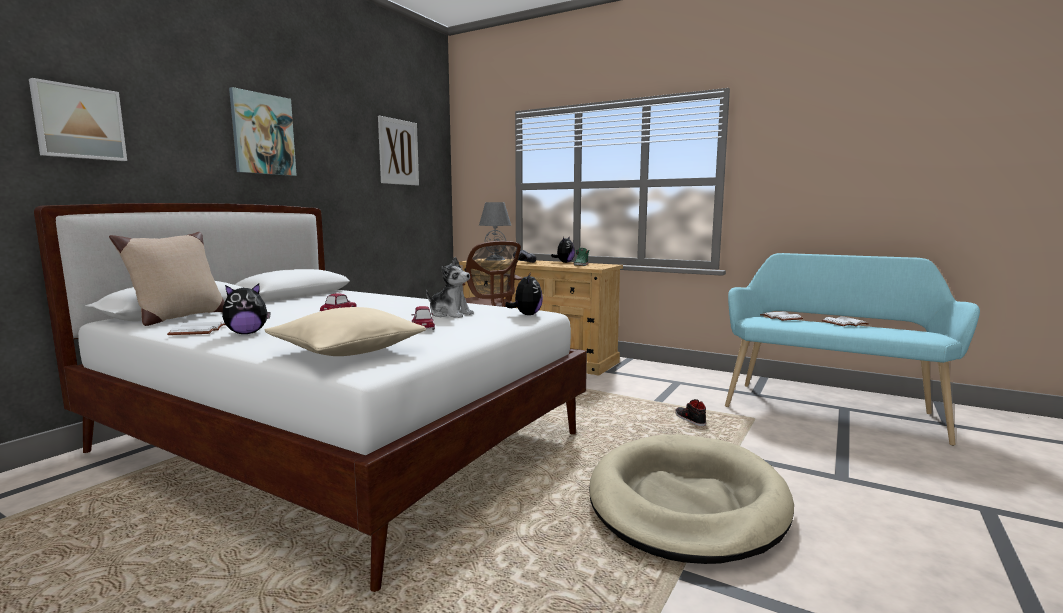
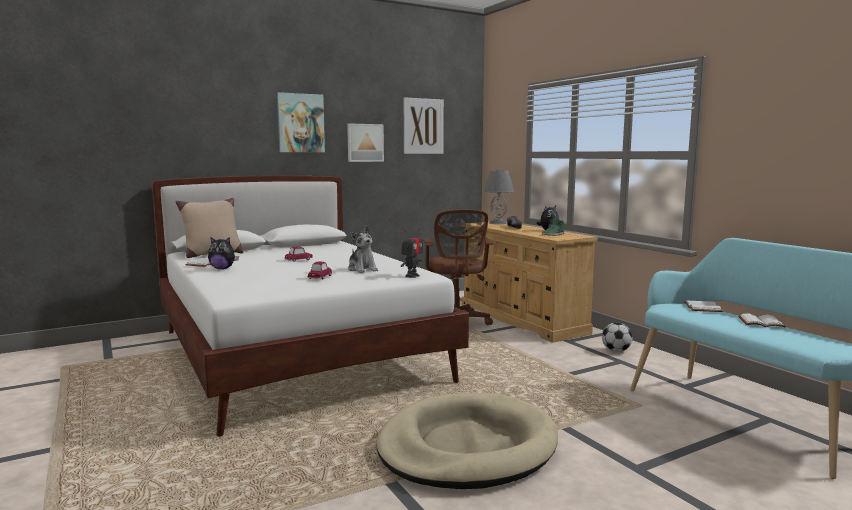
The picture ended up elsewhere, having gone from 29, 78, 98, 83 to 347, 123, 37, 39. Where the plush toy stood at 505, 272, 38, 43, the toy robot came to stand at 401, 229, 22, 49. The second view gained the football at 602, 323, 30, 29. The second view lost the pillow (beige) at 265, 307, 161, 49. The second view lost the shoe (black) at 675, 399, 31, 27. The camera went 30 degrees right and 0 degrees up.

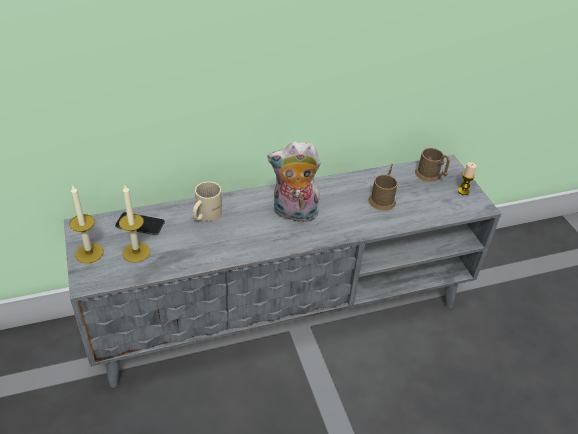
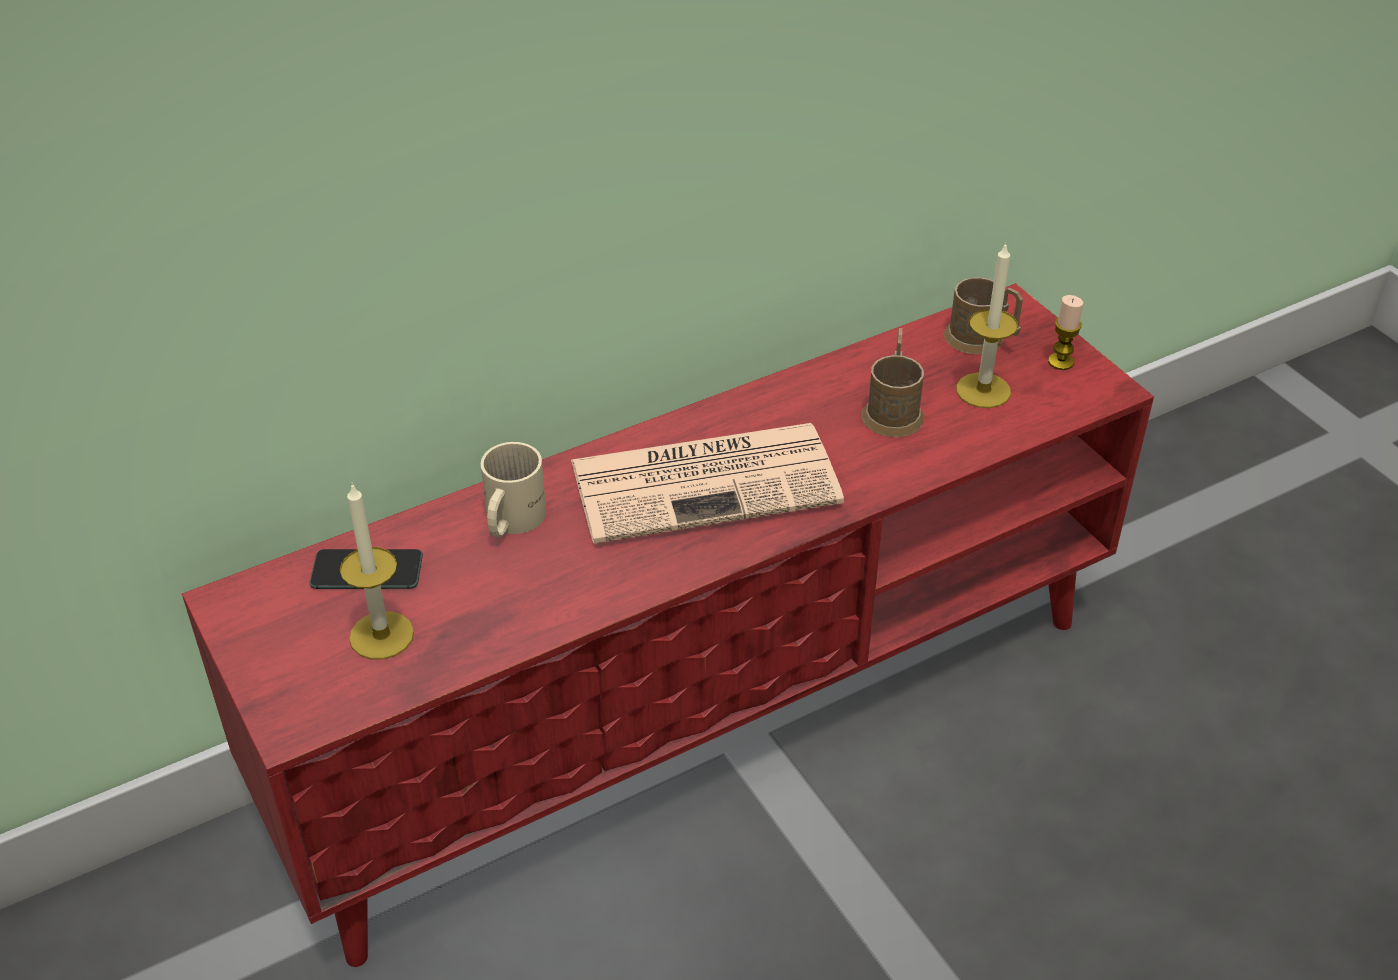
What was the tv stand (grey) at 64, 155, 437, 233 turned into the tv stand (red) at 182, 283, 972, 684. Where the plush toy stood at 267, 141, 54, 84, the newspaper came to stand at 571, 423, 273, 121. The candle ended up elsewhere, having gone from 69, 186, 35, 77 to 956, 242, 62, 166. The camera went 10 degrees left and 0 degrees up.

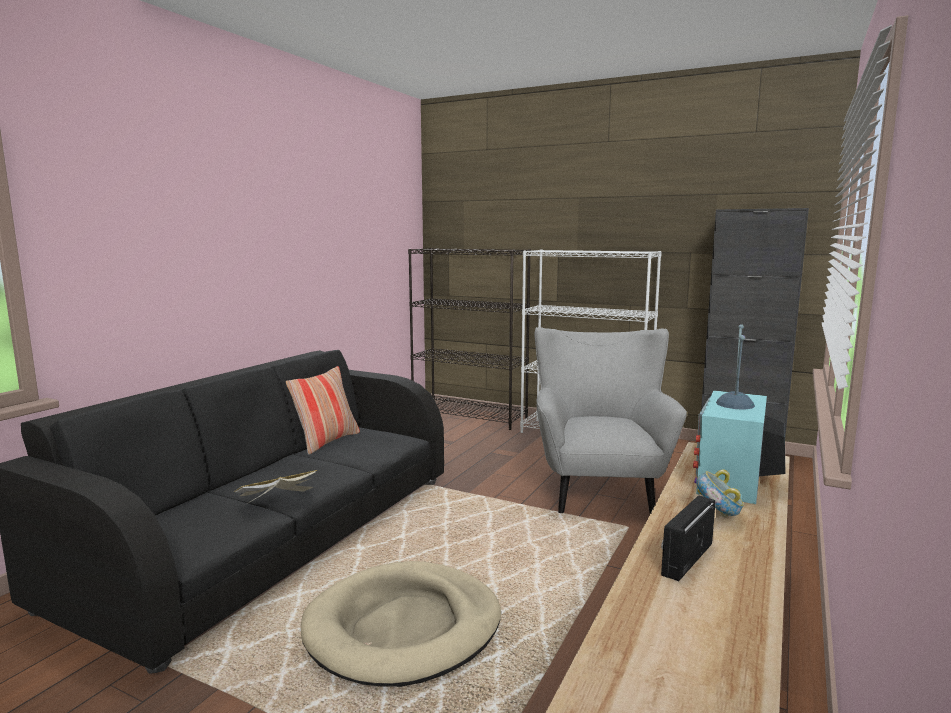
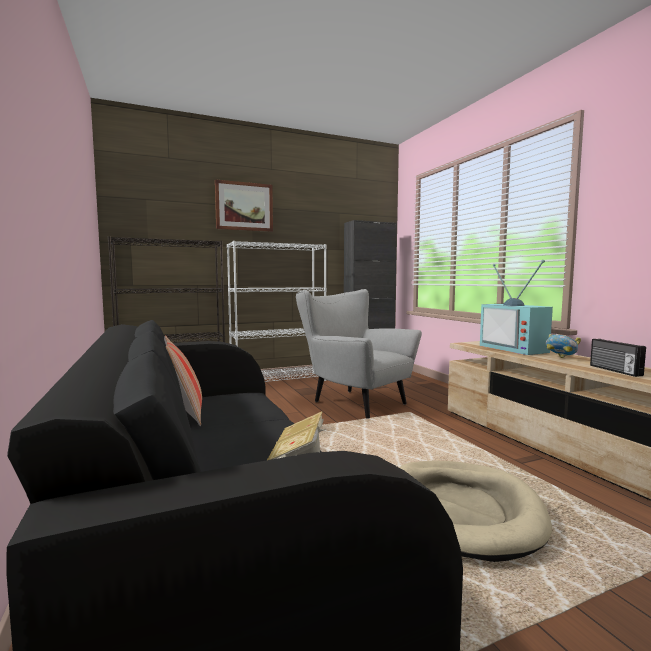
The second view gained the picture at 215, 179, 58, 53. The camera went 50 degrees left and 5 degrees down.

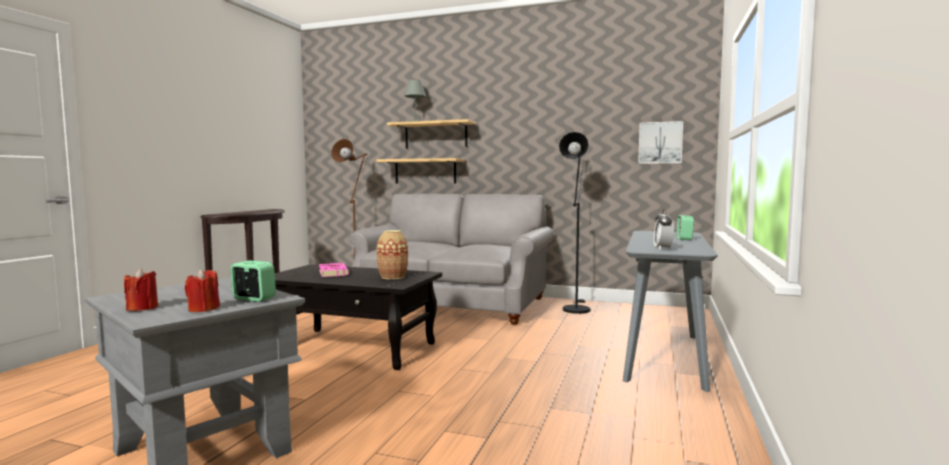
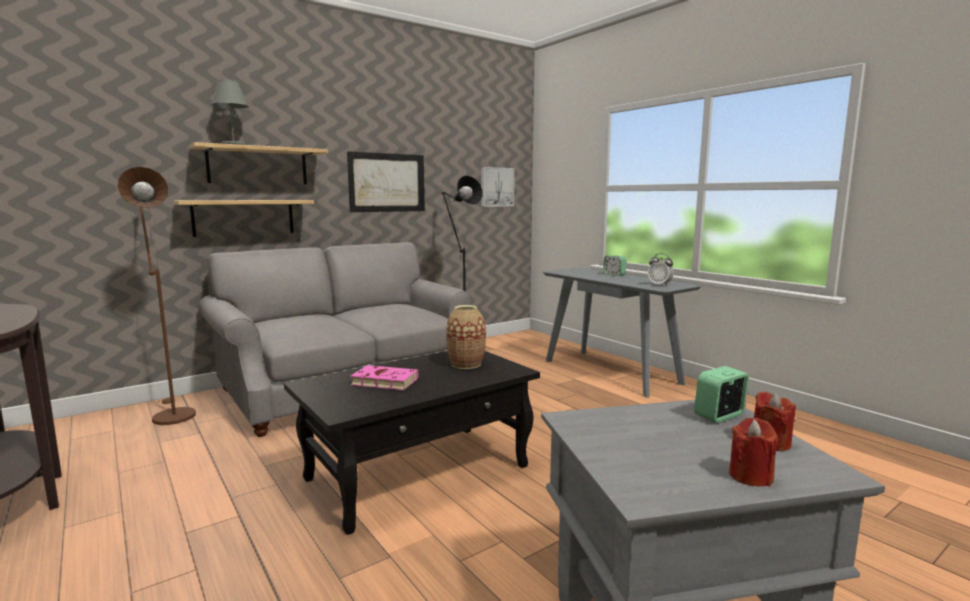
The second view gained the picture at 347, 151, 78, 61. The camera went 55 degrees left and 5 degrees up.

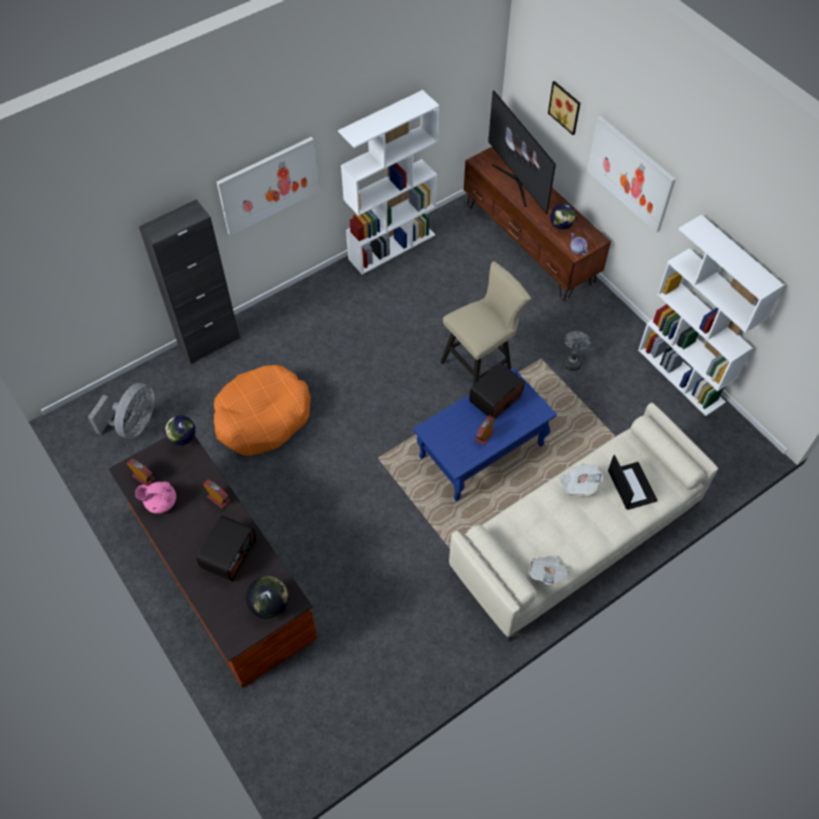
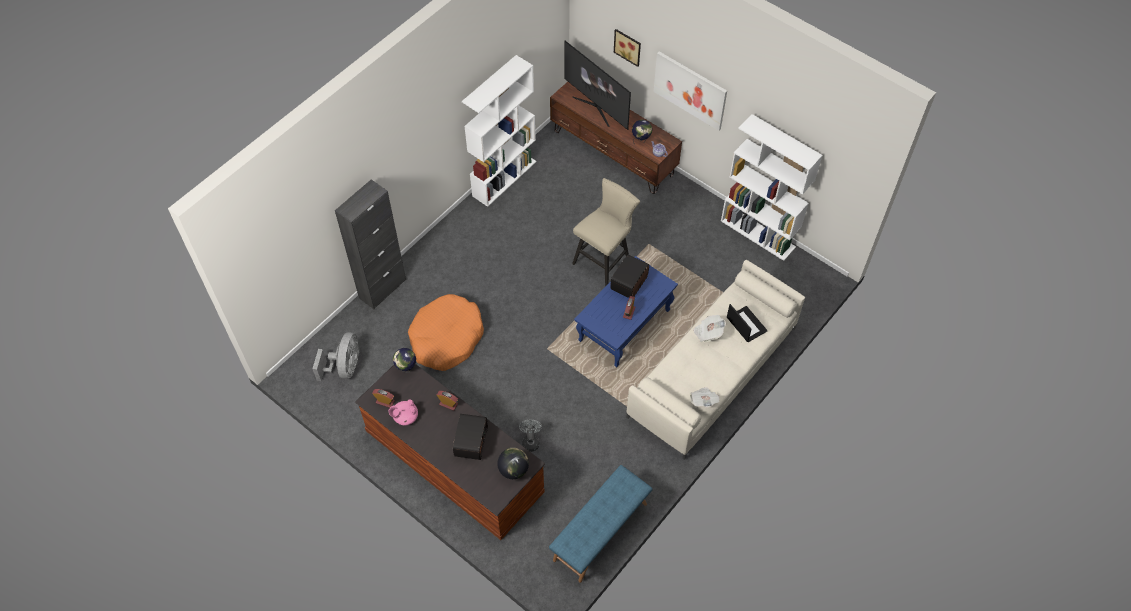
The fan (grey) ended up elsewhere, having gone from 563, 331, 27, 40 to 519, 420, 23, 32. The second view gained the bench (blue) at 549, 465, 104, 118. The second view lost the picture at 217, 137, 102, 99. The camera went 15 degrees left and 0 degrees up.

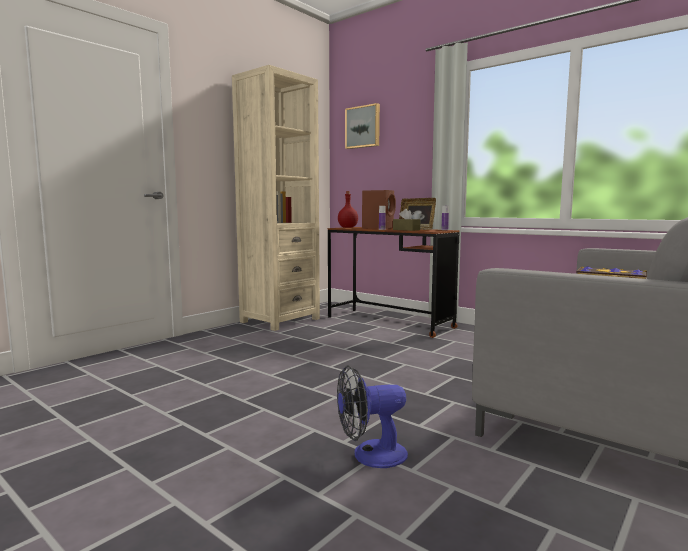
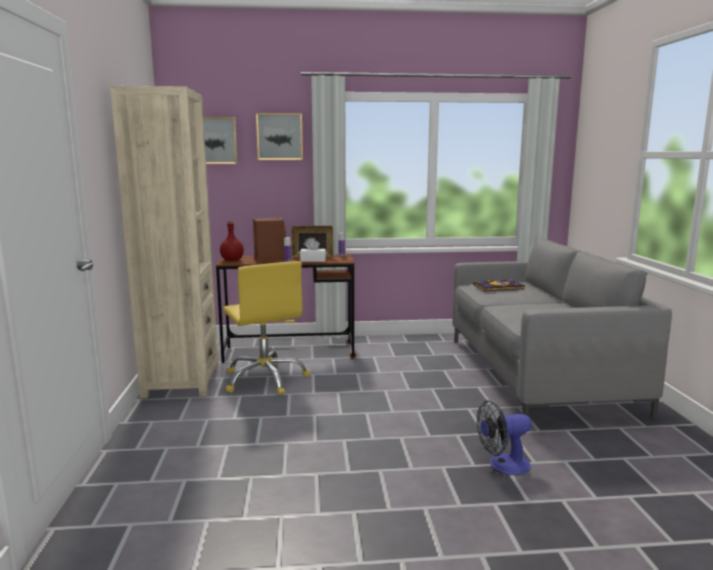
The second view gained the office chair (yellow) at 223, 261, 87, 134. The second view gained the picture at 256, 113, 47, 47. What was the tissue box (brown) at 393, 209, 27, 22 turned into the tissue box (white) at 300, 240, 26, 22. The fan at 337, 365, 71, 103 ended up facing another way, 45 degrees clockwise from before. The camera went 45 degrees left and 5 degrees up.

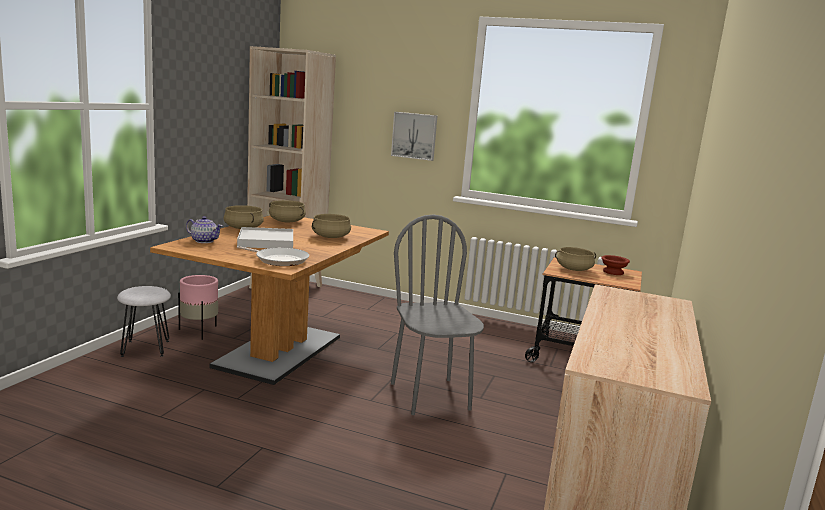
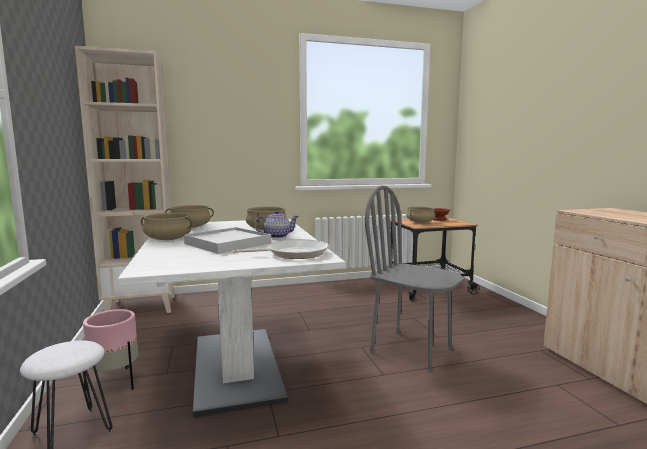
What was the dining table (brown) at 150, 215, 239, 170 turned into the dining table (white) at 118, 219, 228, 198. The teapot ended up elsewhere, having gone from 186, 216, 37, 27 to 254, 210, 45, 28. The second view lost the picture at 391, 112, 46, 49. The camera went 35 degrees left and 5 degrees down.

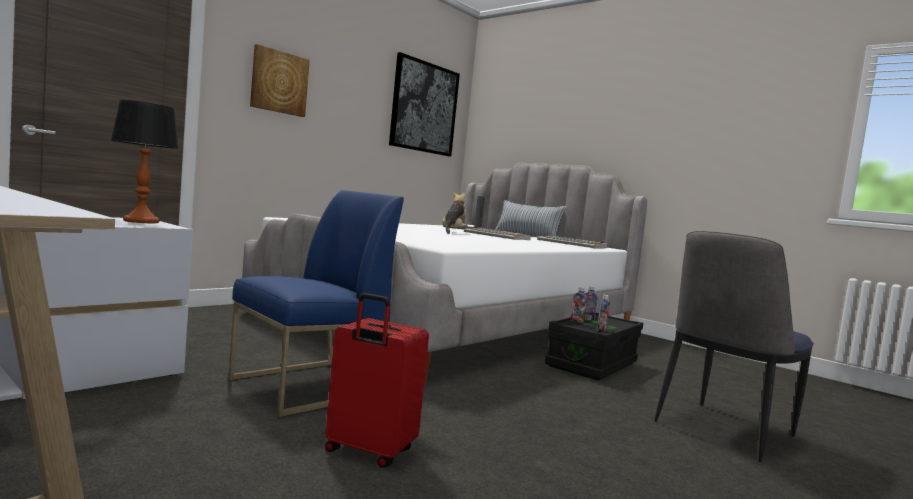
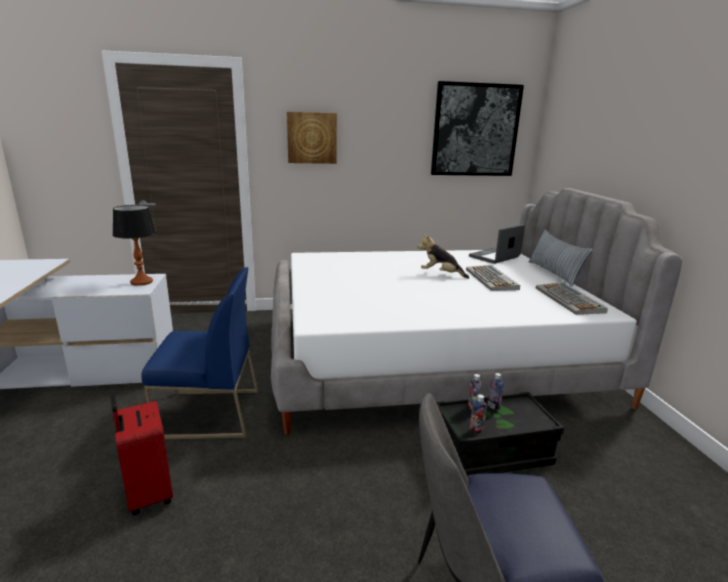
The plush toy at 442, 192, 26, 42 ended up facing another way, 120 degrees counterclockwise from before. The camera went 40 degrees right and 15 degrees up.

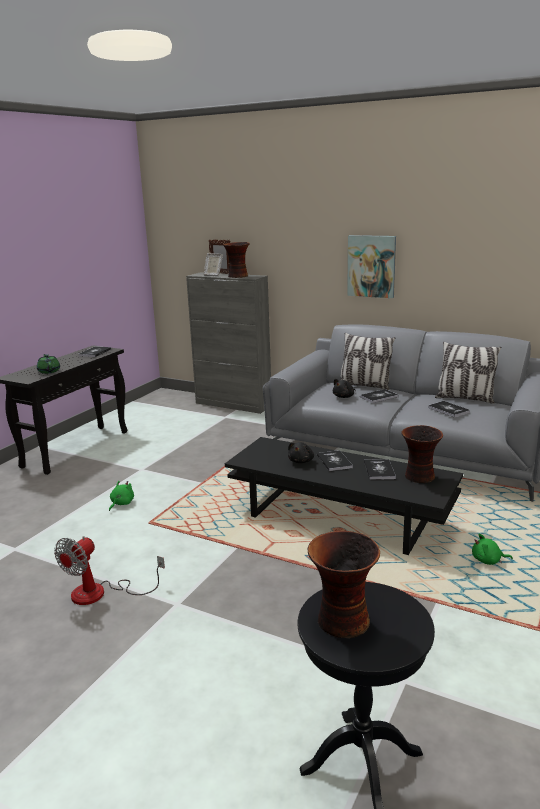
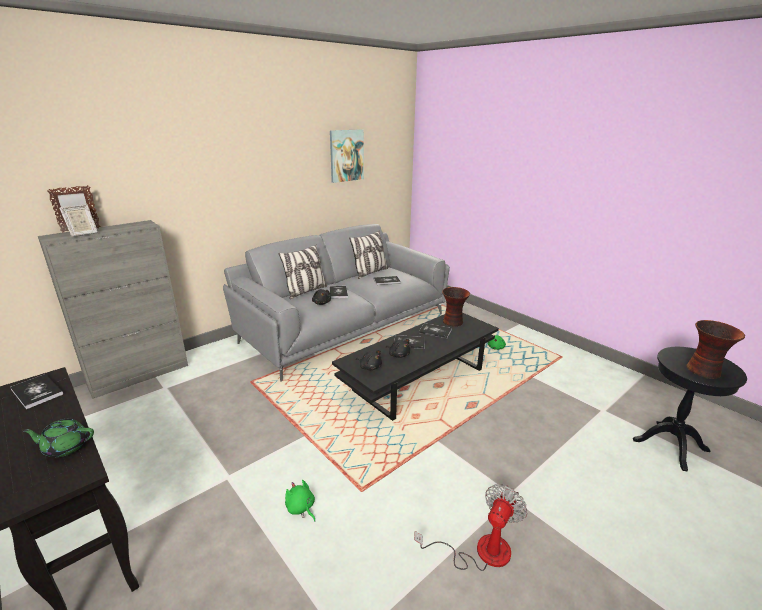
The picture ended up elsewhere, having gone from 347, 235, 49, 63 to 330, 129, 34, 54. The second view gained the plush toy (black) at 356, 350, 26, 20. The fan at 54, 536, 111, 69 ended up facing another way, 105 degrees counterclockwise from before. The second view lost the vase at 223, 242, 27, 36. The camera went 70 degrees left and 5 degrees up.

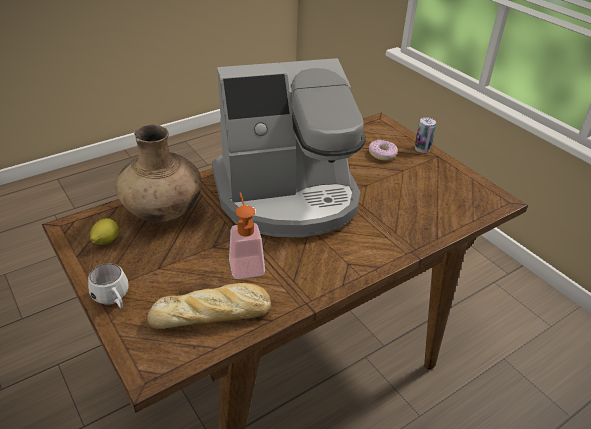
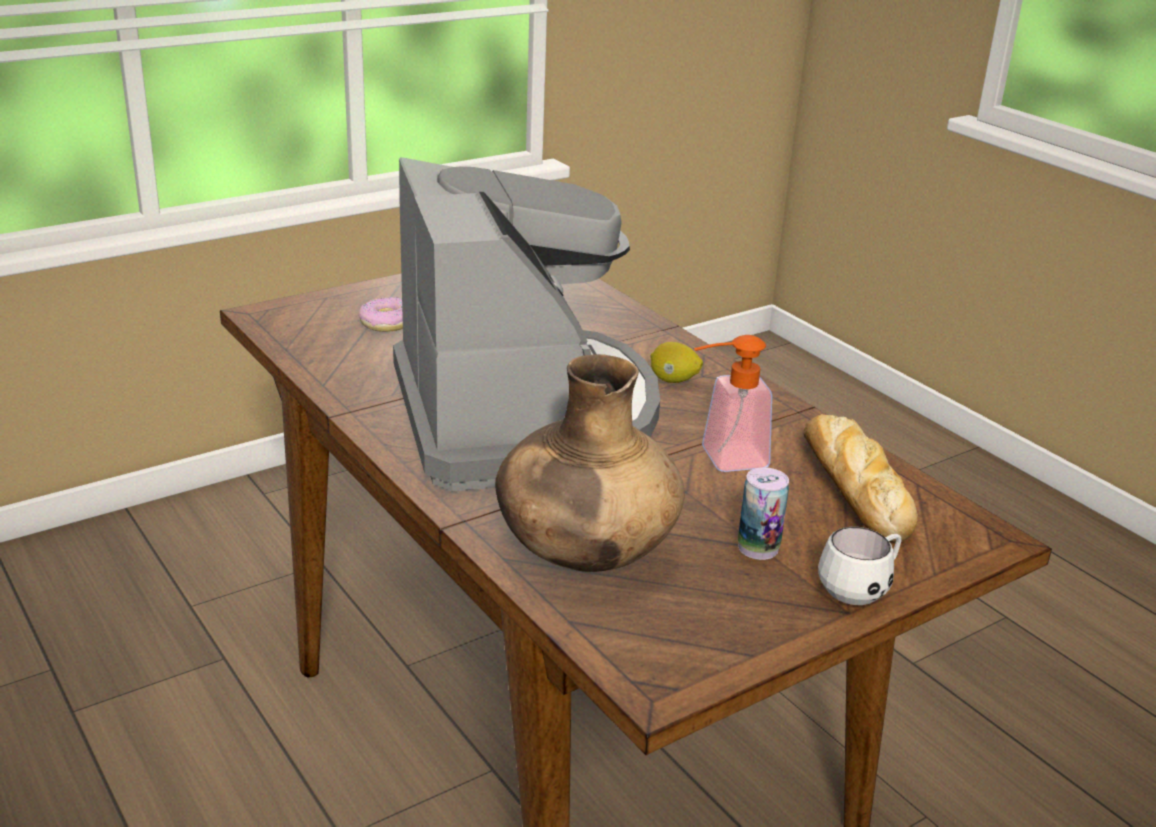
The lemon ended up elsewhere, having gone from 90, 218, 29, 27 to 650, 342, 53, 41. The can ended up elsewhere, having gone from 415, 117, 21, 36 to 738, 467, 51, 93. The camera went 90 degrees left and 10 degrees down.

